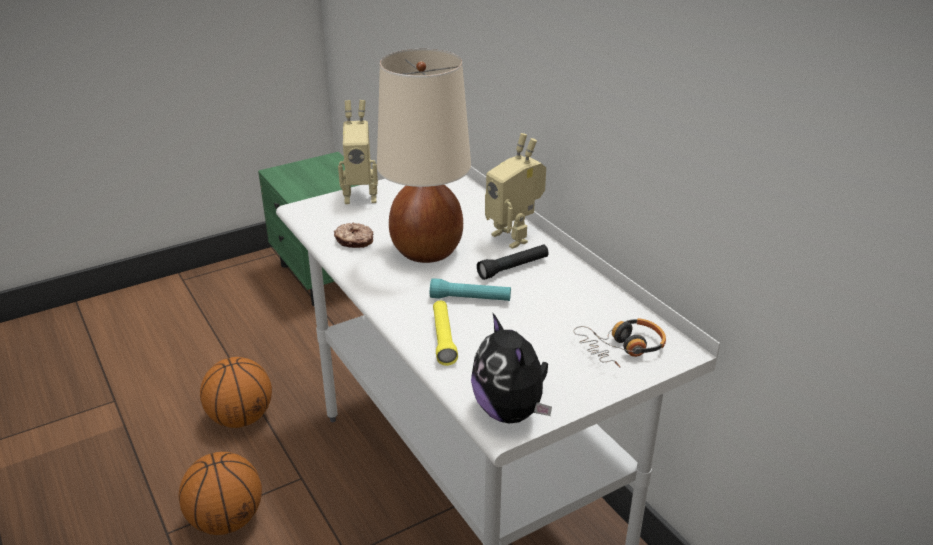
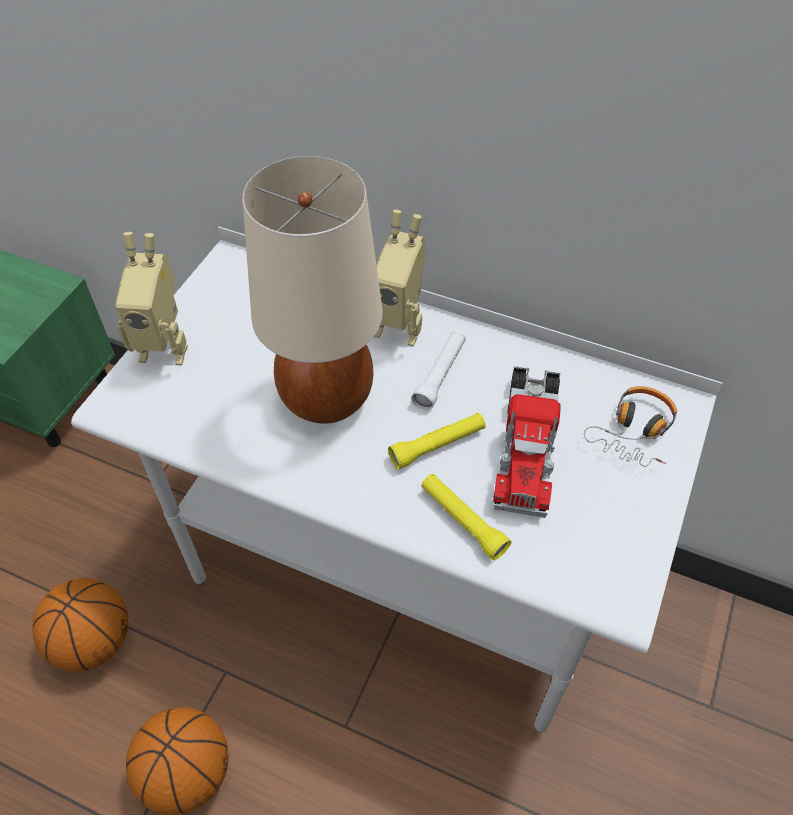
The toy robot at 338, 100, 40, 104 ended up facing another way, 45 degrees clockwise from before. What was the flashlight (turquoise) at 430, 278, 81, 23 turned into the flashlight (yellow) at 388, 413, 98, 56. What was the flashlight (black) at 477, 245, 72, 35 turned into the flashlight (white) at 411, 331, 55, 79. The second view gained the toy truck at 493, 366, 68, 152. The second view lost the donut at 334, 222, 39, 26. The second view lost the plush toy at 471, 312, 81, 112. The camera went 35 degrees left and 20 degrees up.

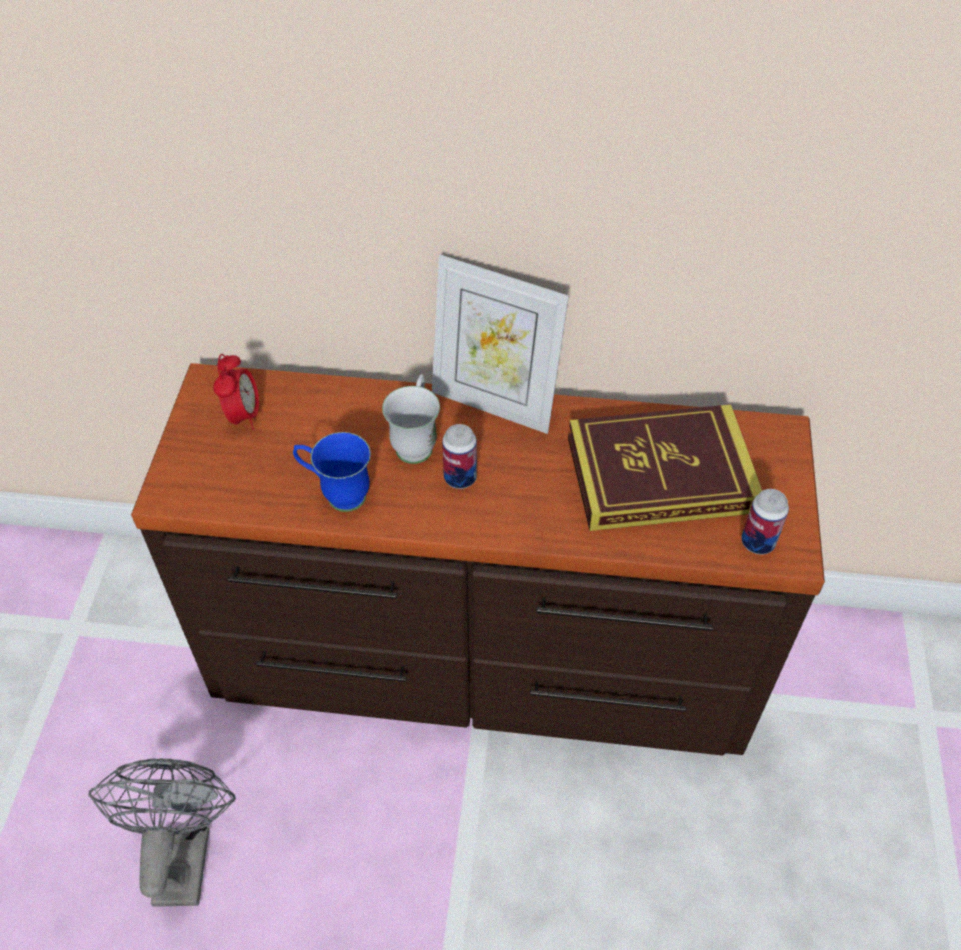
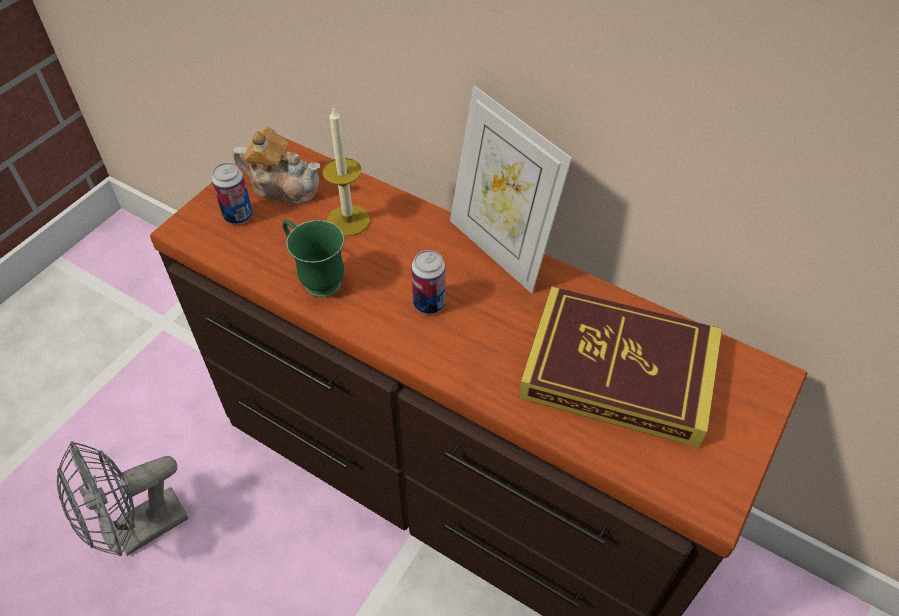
The fan (grey) at 89, 758, 147, 149 ended up facing another way, 150 degrees counterclockwise from before. The can ended up elsewhere, having gone from 742, 489, 47, 66 to 212, 162, 41, 62. Where the alarm clock stood at 213, 354, 46, 76, the teapot came to stand at 233, 127, 87, 78. What was the mug (blue) at 293, 432, 78, 80 turned into the mug (green) at 283, 219, 61, 78. The second view gained the candle at 322, 106, 48, 130. The second view lost the mug (white) at 382, 374, 58, 90. The camera went 25 degrees right and 0 degrees up.

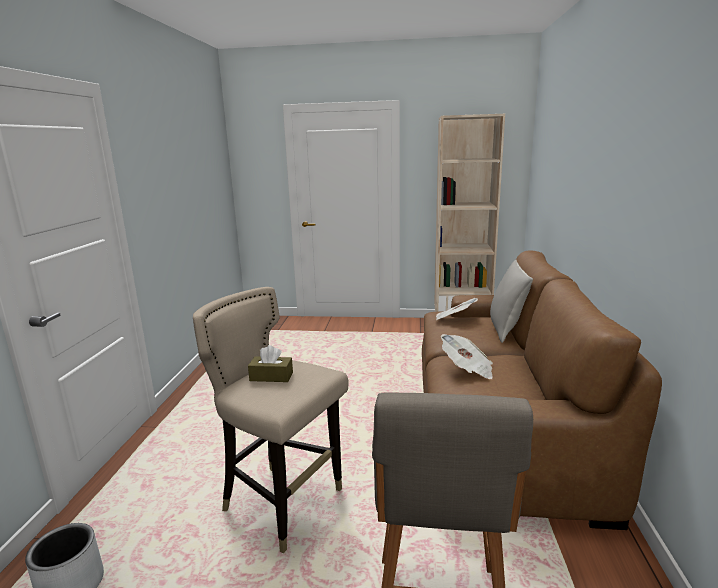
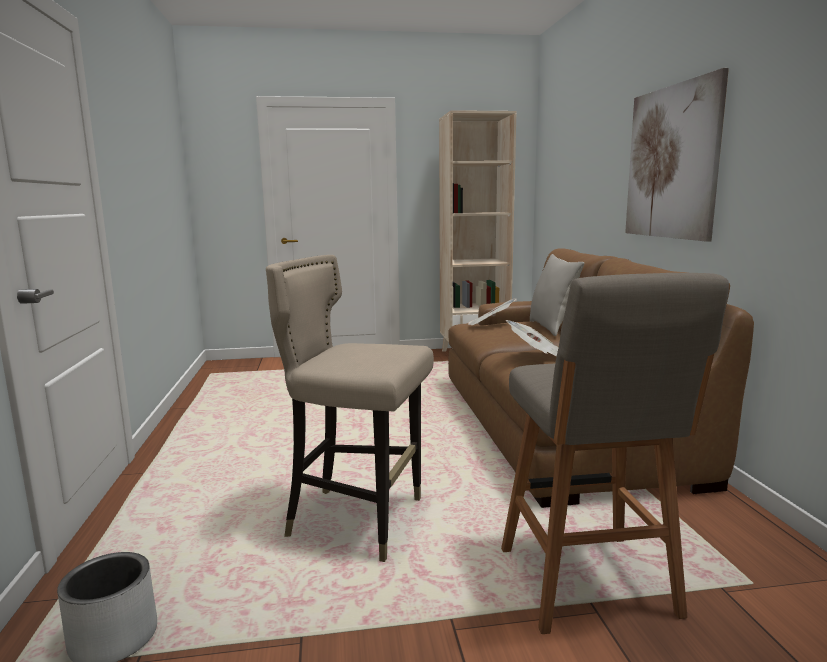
The second view gained the picture at 625, 68, 104, 174. The second view lost the tissue box (brown) at 248, 345, 45, 37. The camera went 15 degrees left and 5 degrees down.

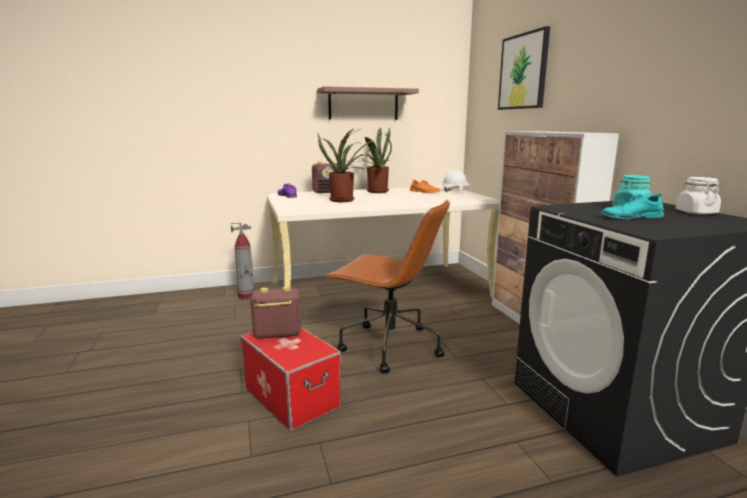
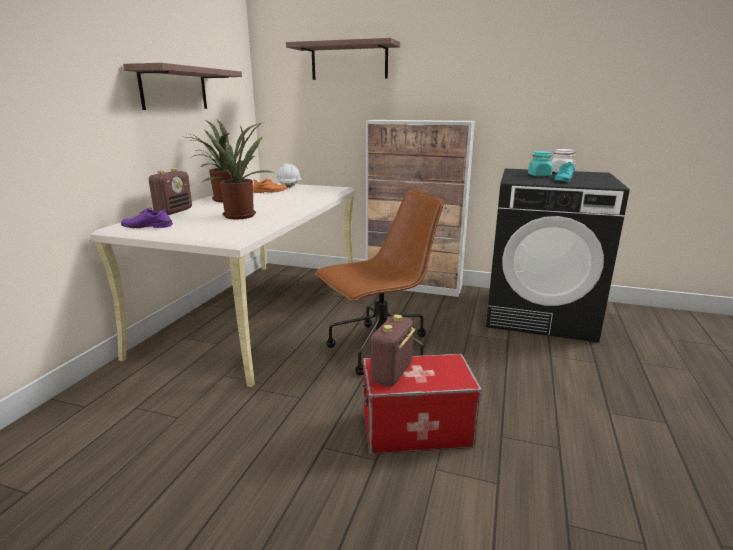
Where the picture hung at 498, 26, 52, 84, the shelf came to hang at 286, 38, 114, 42. The second view lost the fire extinguisher at 231, 223, 23, 76. The camera went 55 degrees left and 5 degrees up.

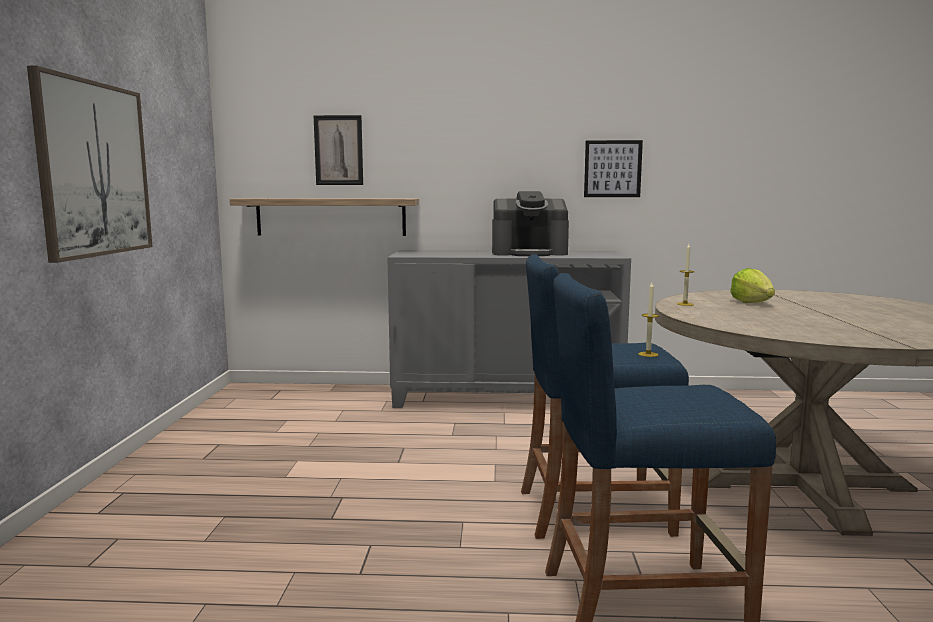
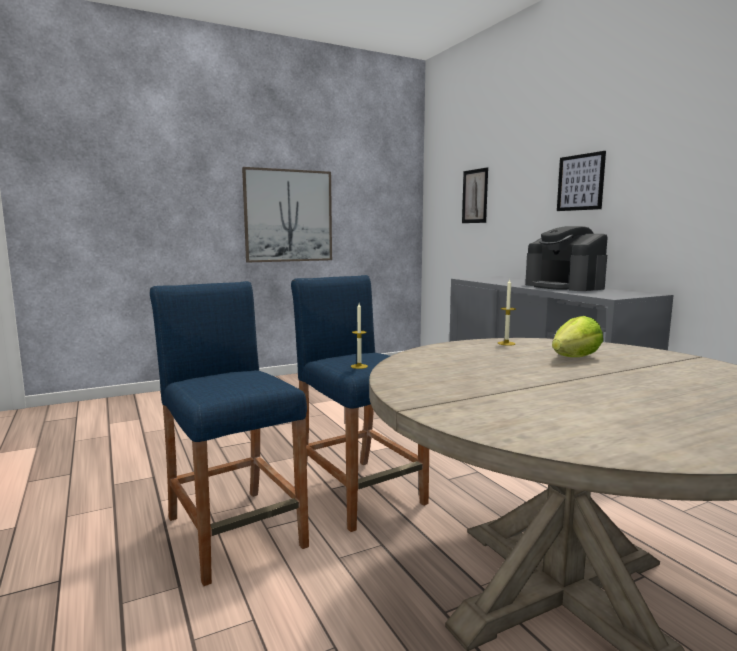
The picture ended up elsewhere, having gone from 584, 140, 59, 57 to 557, 151, 49, 60. The second view lost the shelf at 230, 198, 189, 38. The camera went 60 degrees right and 0 degrees up.

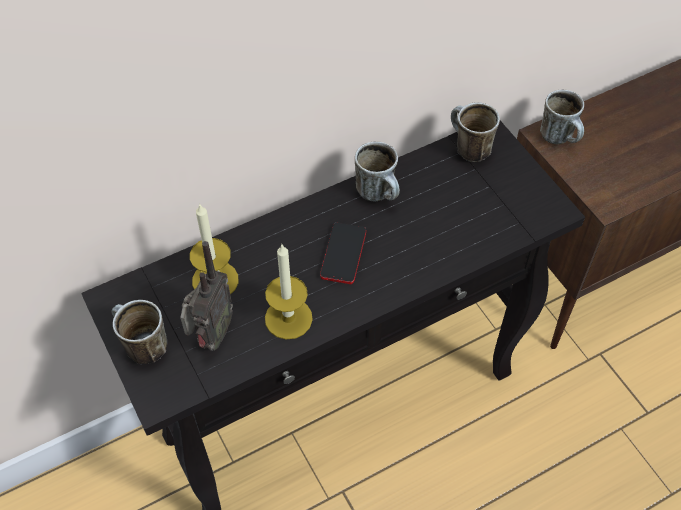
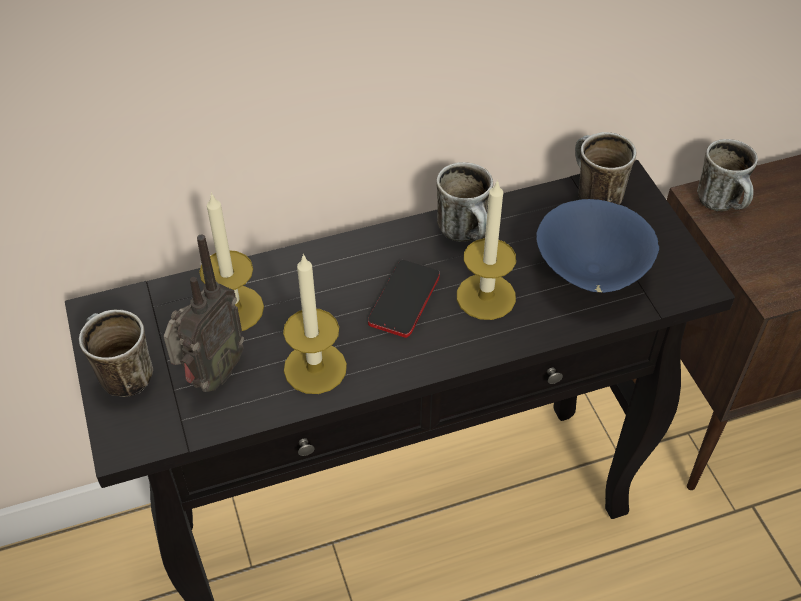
The second view gained the candle at 457, 179, 59, 141. The second view gained the bowl (blue) at 536, 199, 123, 94. The camera went 10 degrees right and 5 degrees down.

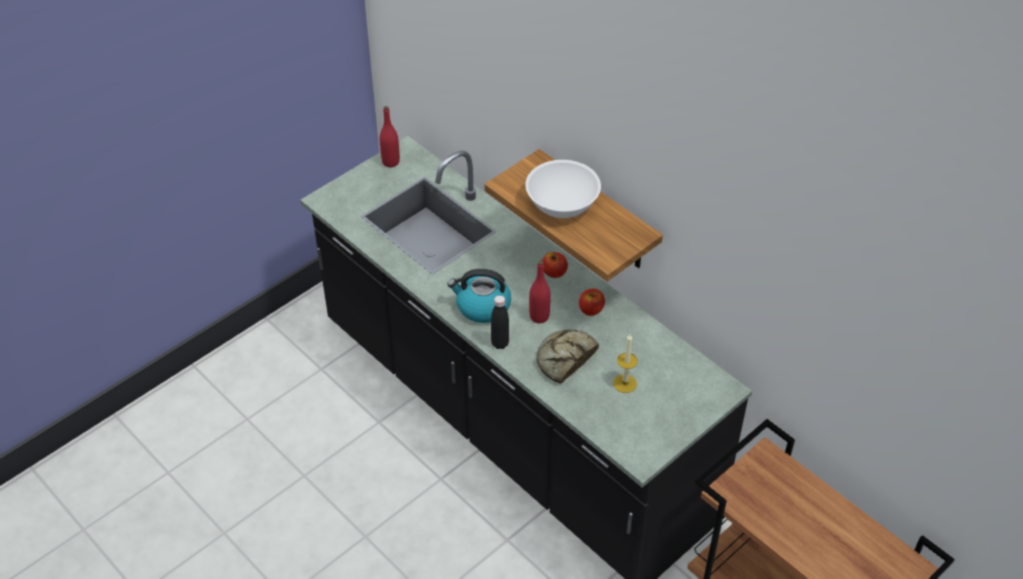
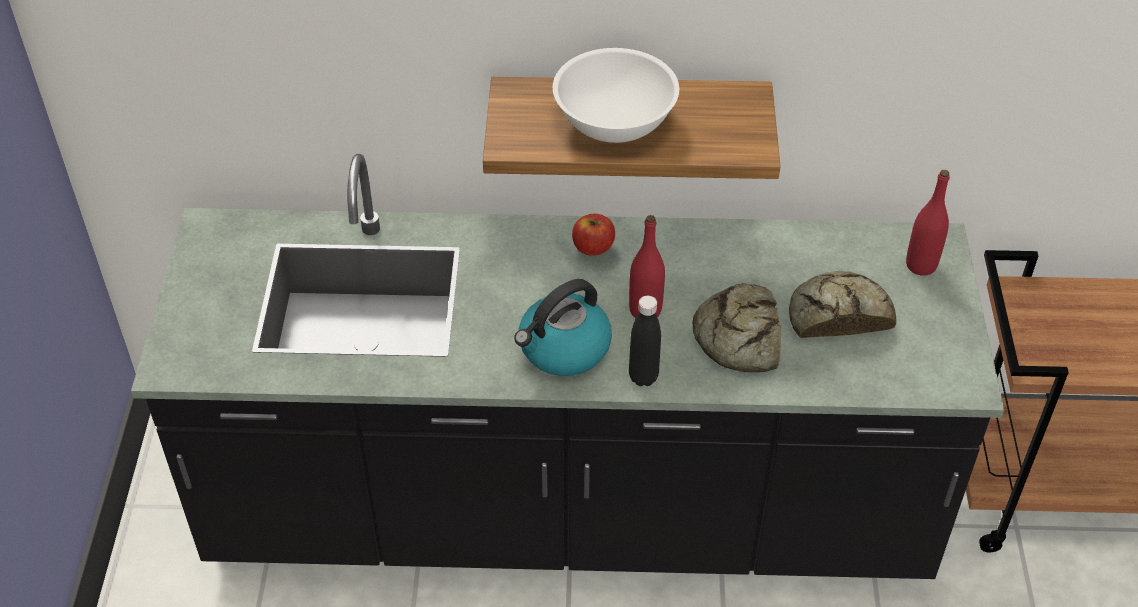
Where the candle stood at 613, 334, 25, 59, the bread came to stand at 789, 271, 107, 67. The bottle (red) ended up elsewhere, having gone from 379, 106, 21, 62 to 906, 170, 44, 106. The second view lost the apple at 579, 289, 26, 27. The camera went 45 degrees left and 0 degrees up.

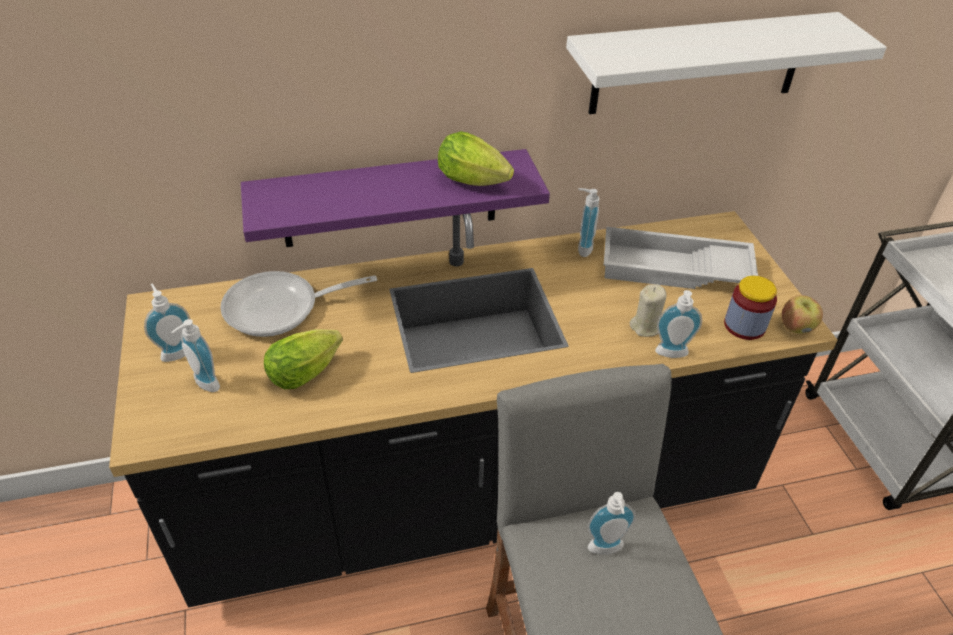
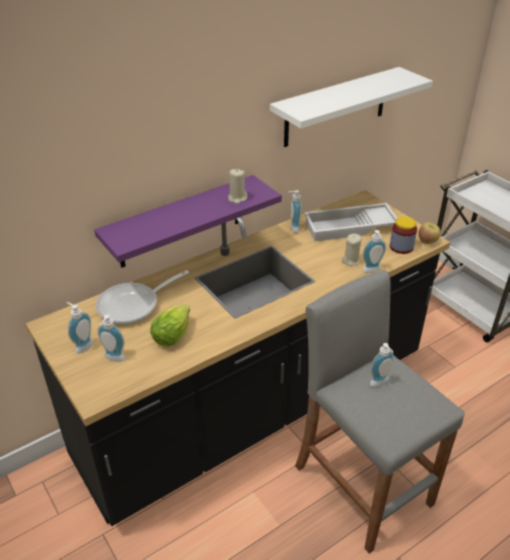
Where the lettuce stood at 438, 131, 76, 55, the candle (beige) came to stand at 228, 169, 20, 35. The camera went 20 degrees left and 5 degrees down.

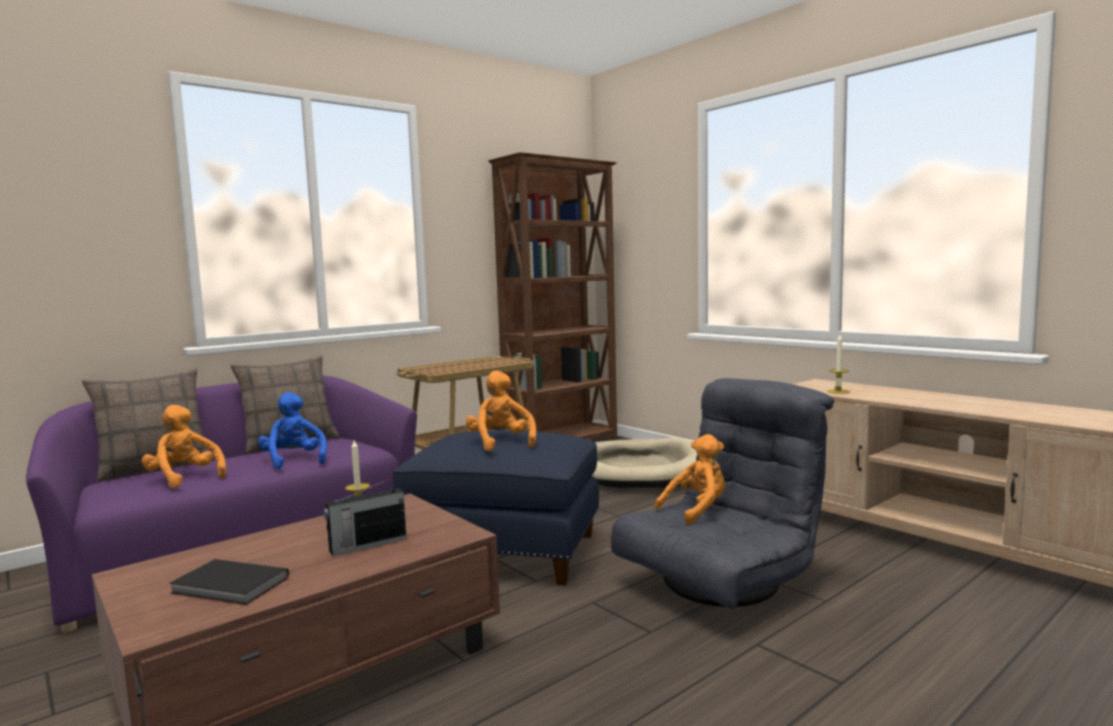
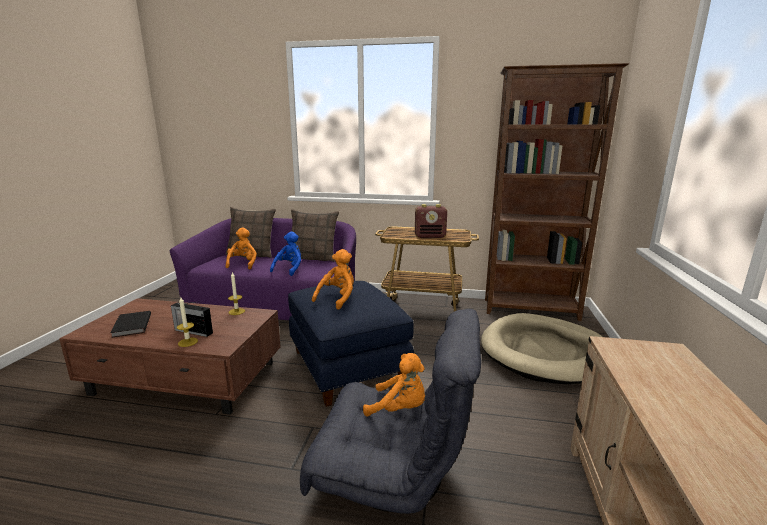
The candle ended up elsewhere, having gone from 827, 335, 23, 59 to 177, 297, 21, 50. The second view gained the radio at 415, 204, 32, 34. The camera went 50 degrees right and 10 degrees up.

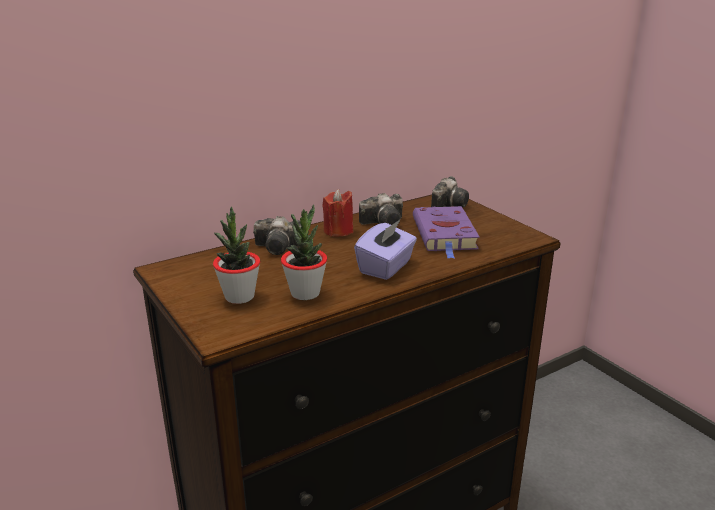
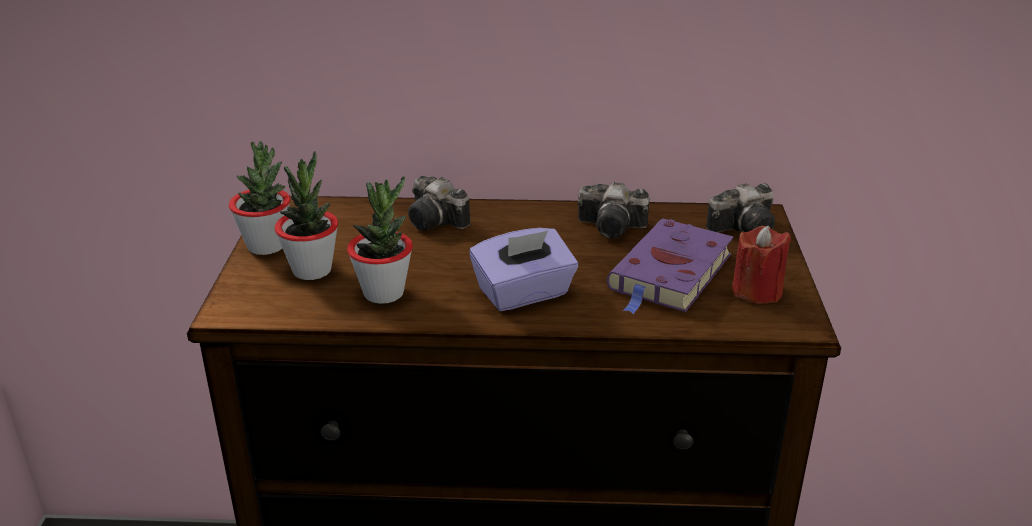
The second view gained the potted plant at 229, 141, 61, 114. The candle (red) ended up elsewhere, having gone from 322, 189, 31, 48 to 732, 225, 59, 79. The camera went 35 degrees right and 5 degrees up.

